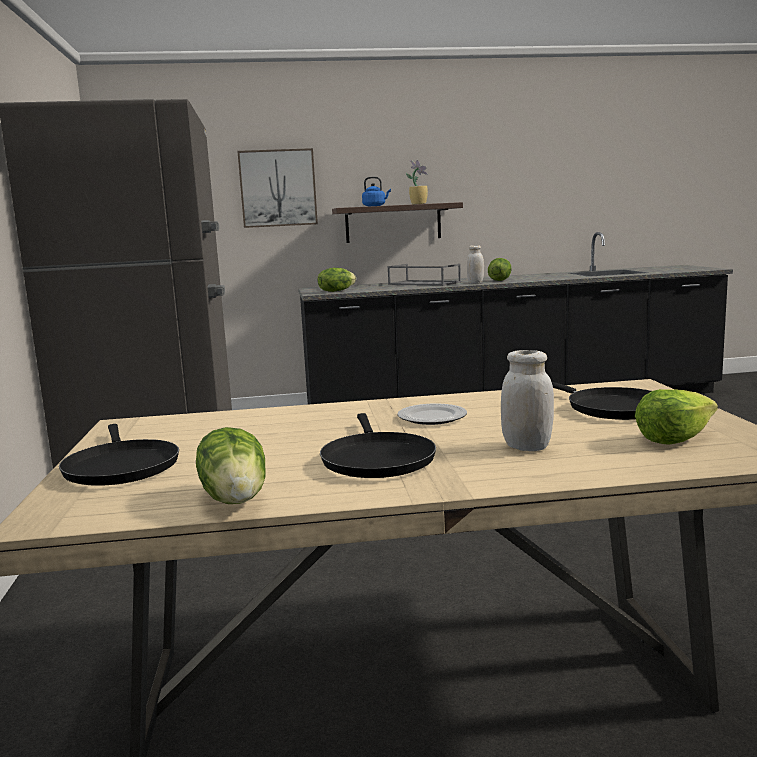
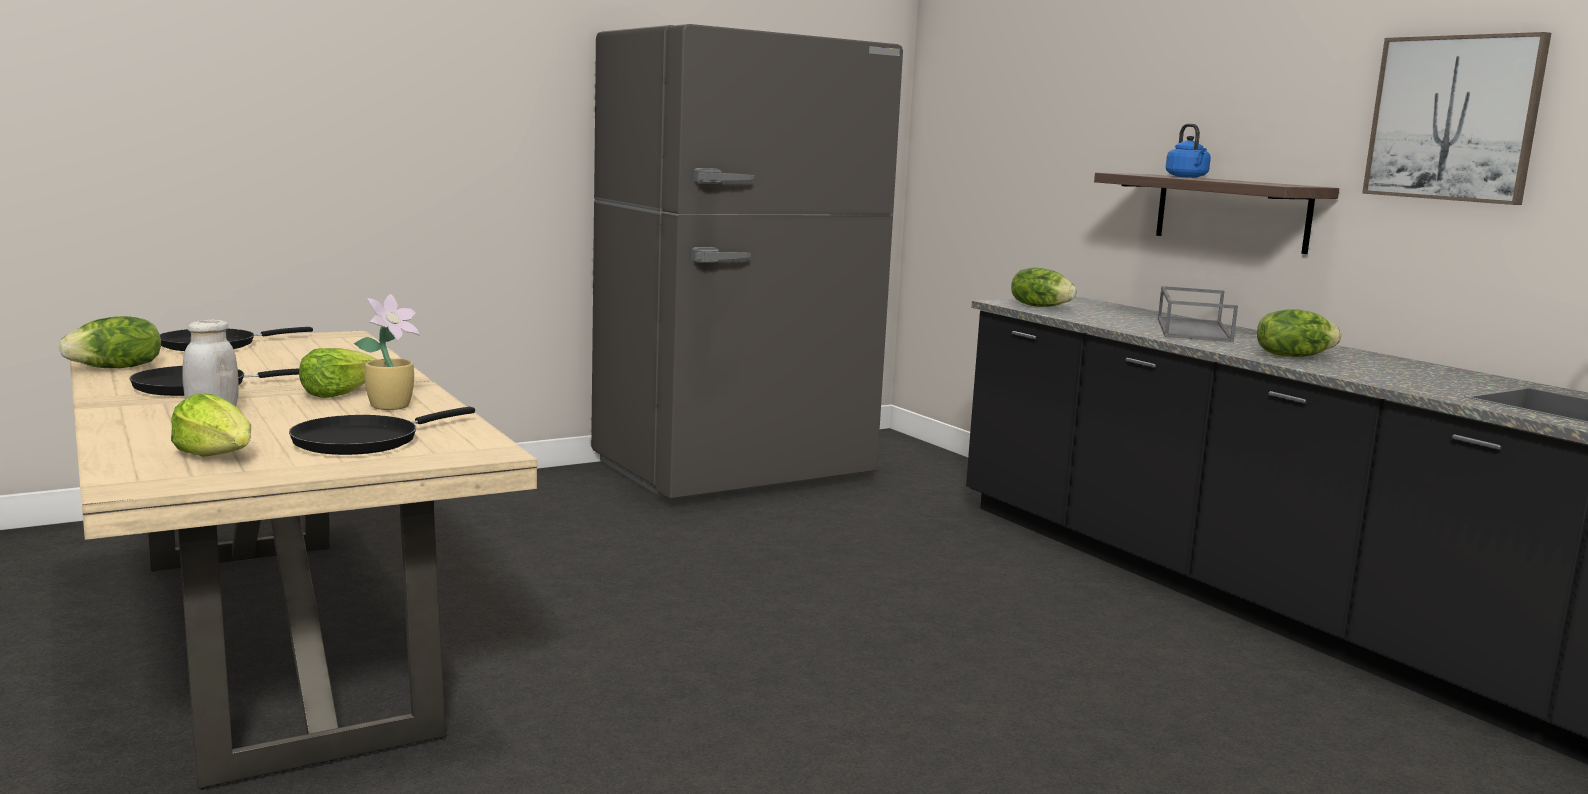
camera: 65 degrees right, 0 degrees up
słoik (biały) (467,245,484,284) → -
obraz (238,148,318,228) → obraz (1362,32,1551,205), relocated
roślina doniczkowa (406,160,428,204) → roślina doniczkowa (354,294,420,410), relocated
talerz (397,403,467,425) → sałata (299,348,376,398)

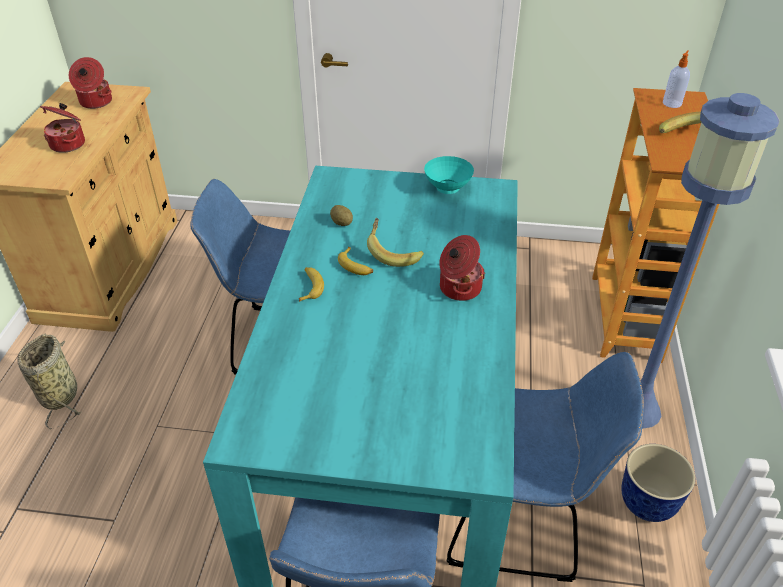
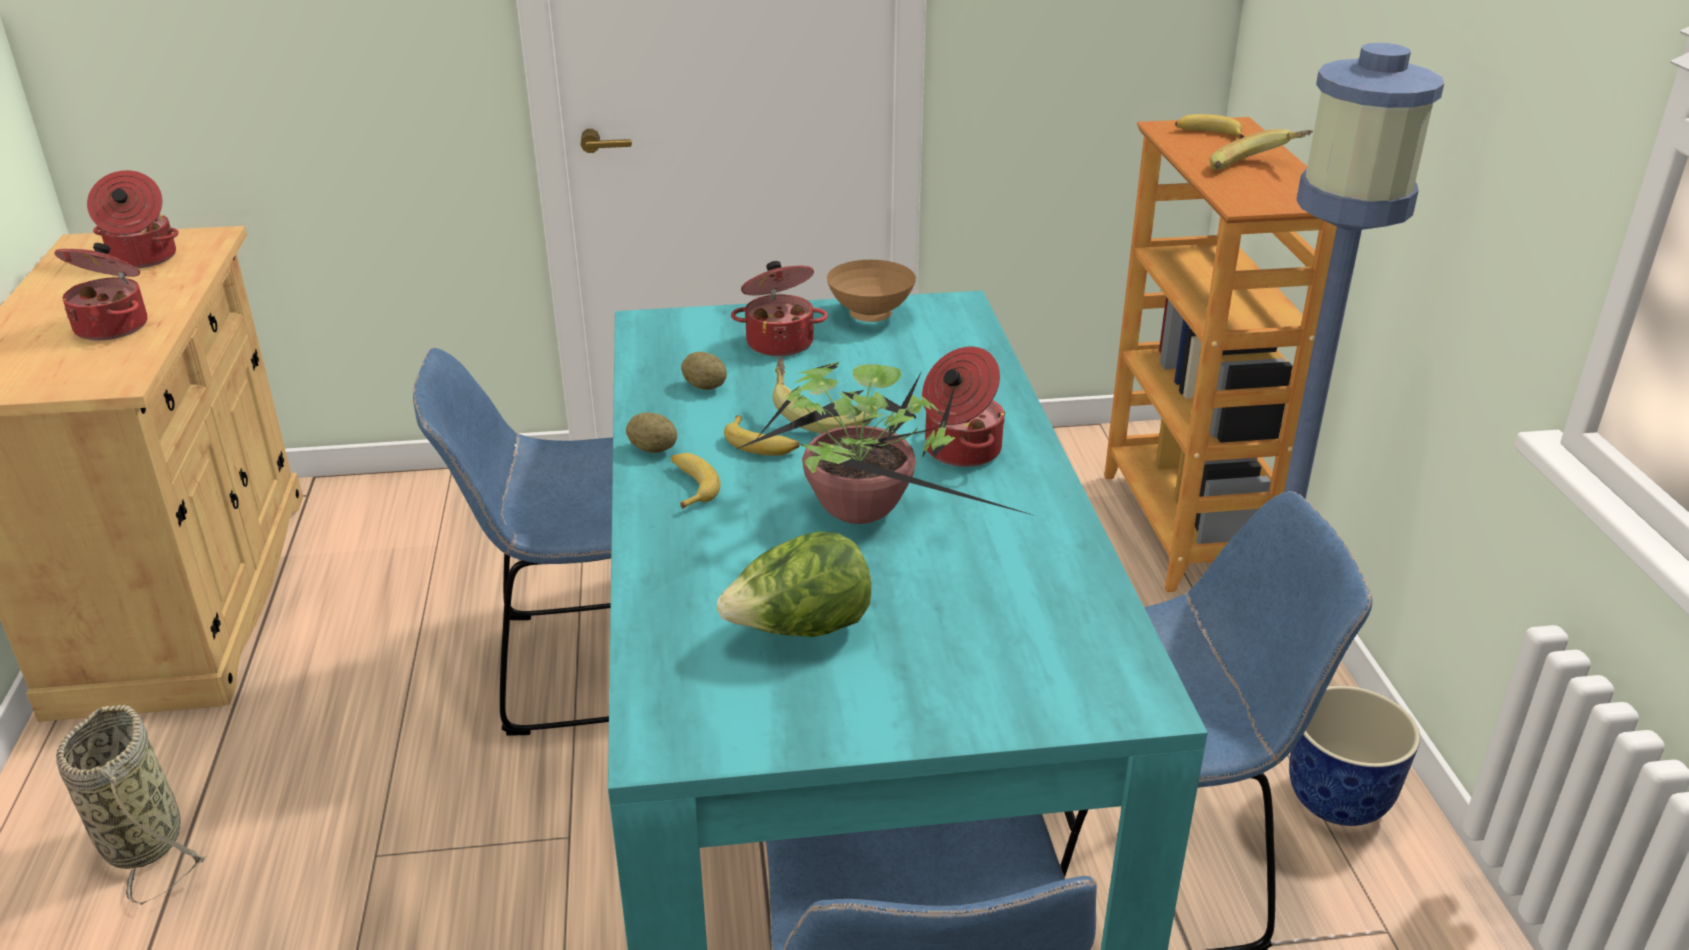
camera: 15 degrees left, 10 degrees down
- → ziemniak (626,412,677,453)
- → sałata (717,531,871,637)
- → garnek (731,261,828,357)
- → roślina doniczkowa (737,362,1035,524)
dozownik mydła (663,50,690,108) → banan (1175,114,1244,139)
miska (turkusowy) (424,156,474,194) → miska (brązowy) (827,260,916,322)

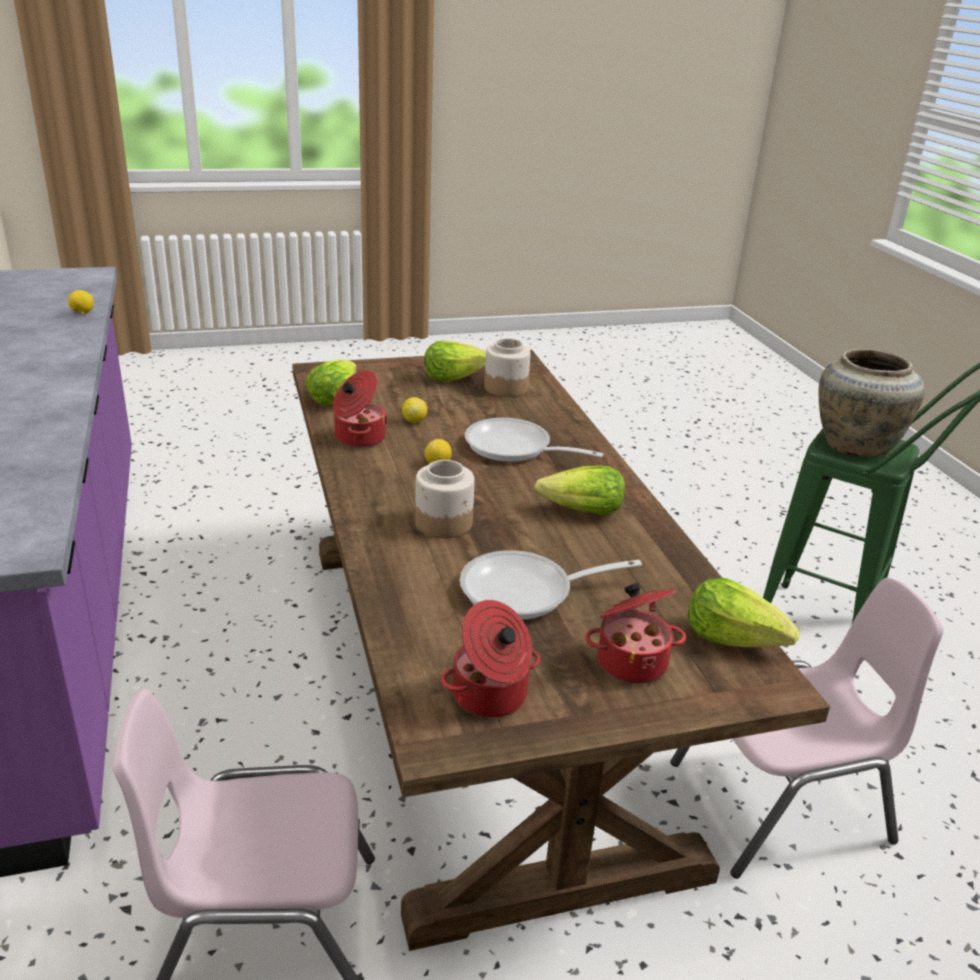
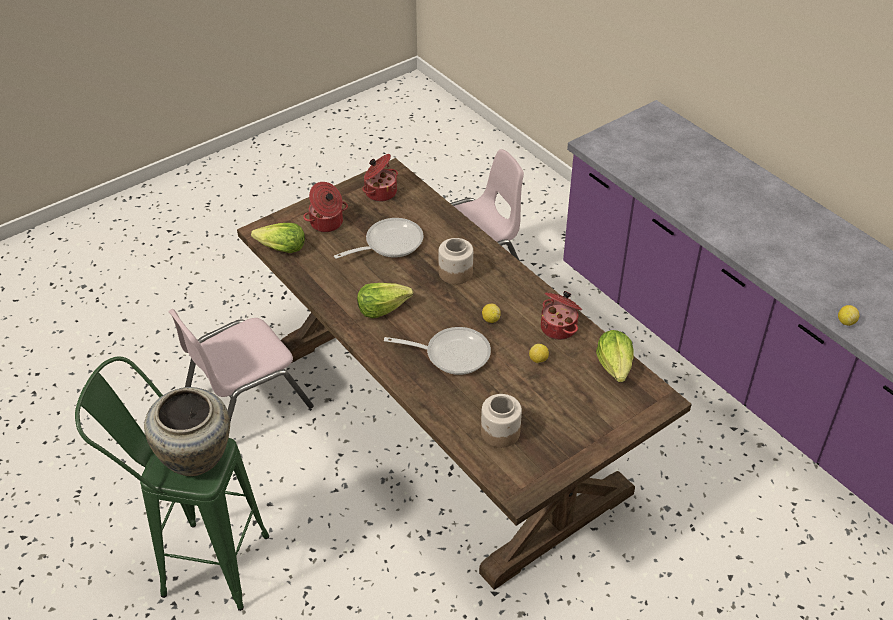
camera: 160 degrees right, 15 degrees up
sałata (424,341,486,382) → -

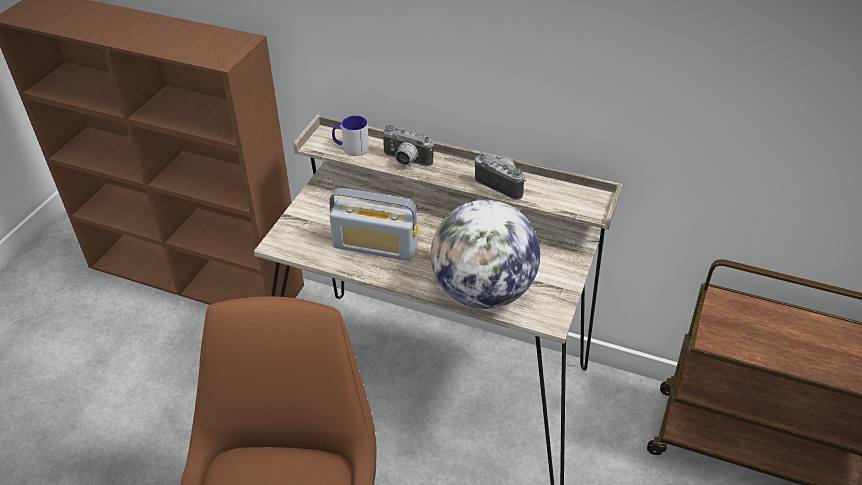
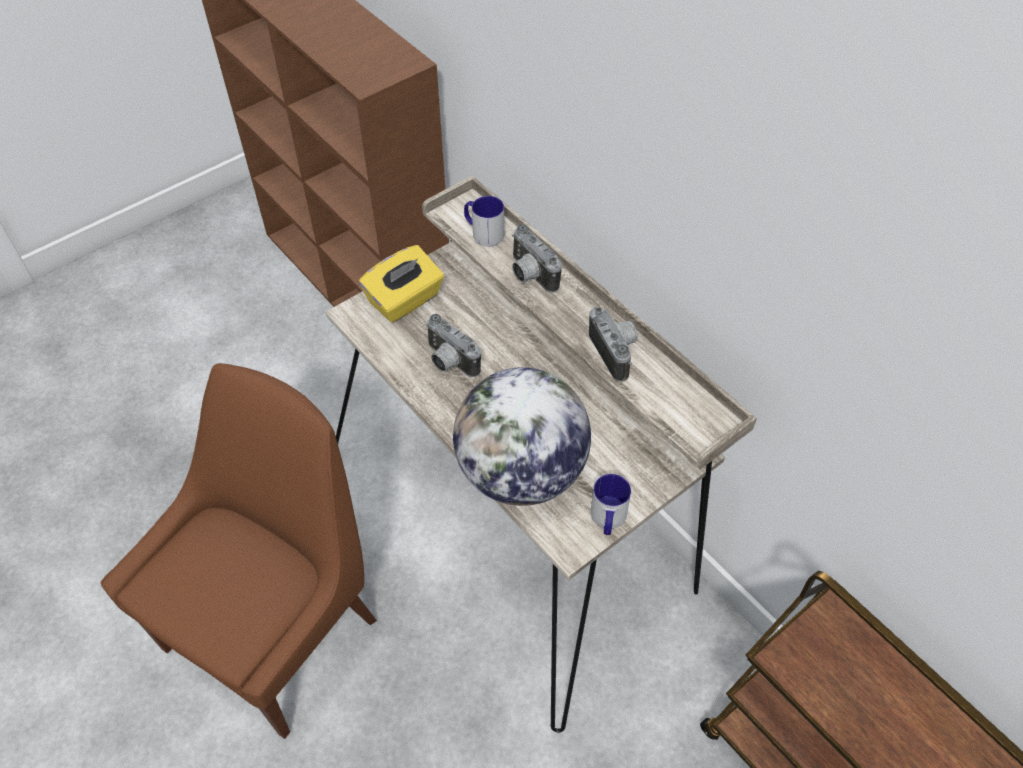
camera: 30 degrees right, 10 degrees up
- → pudełko chusteczek (żółty) (359,245,444,323)
- → kubek (591,474,631,535)
radio (329,188,418,261) → aparat fotograficzny (425,314,481,377)

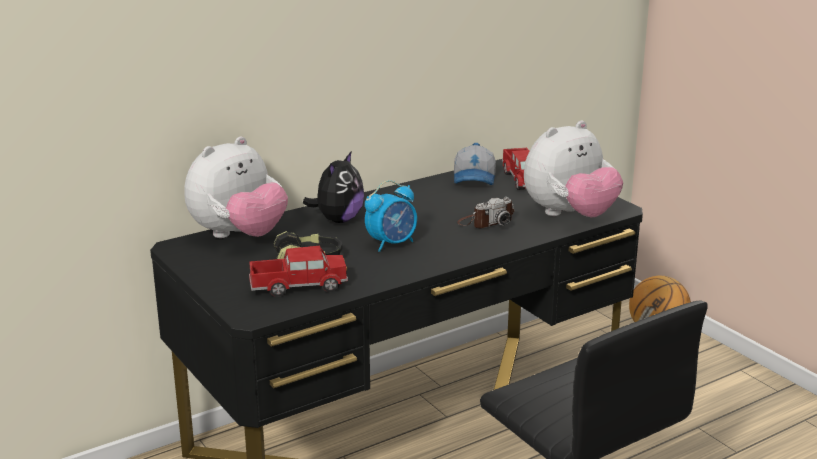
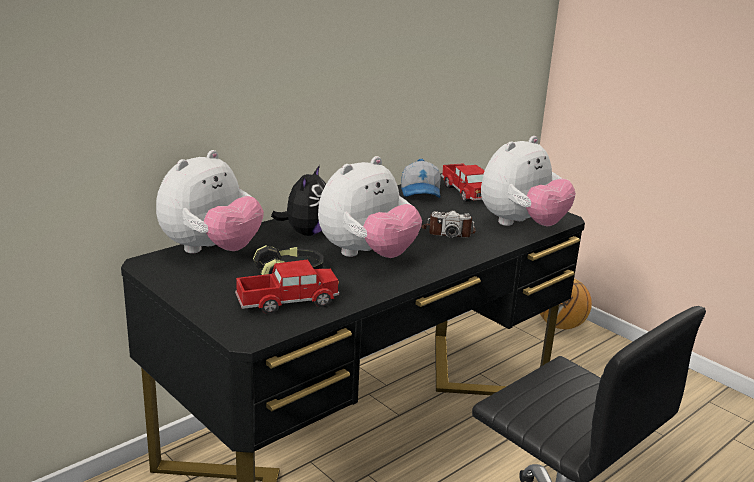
camera: 10 degrees left, 0 degrees up
budzik (365,180,417,252) → pluszak (318,156,422,258)
aparat fotograficzny (457,197,515,228) → aparat fotograficzny (421,210,476,238), 45 degrees clockwise

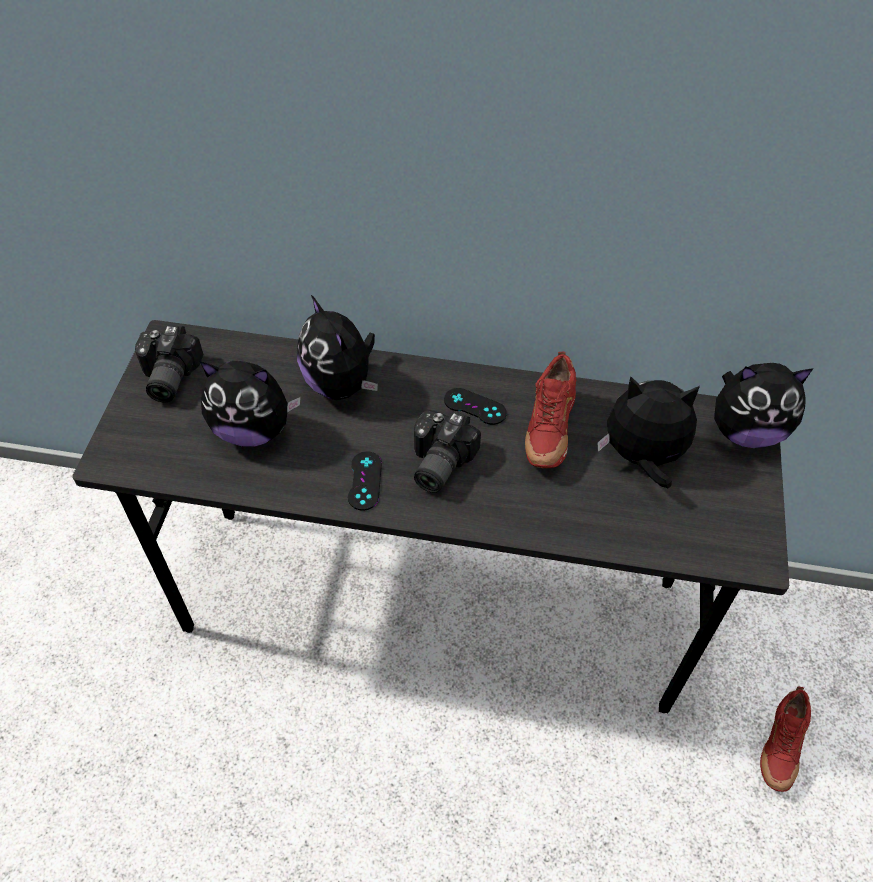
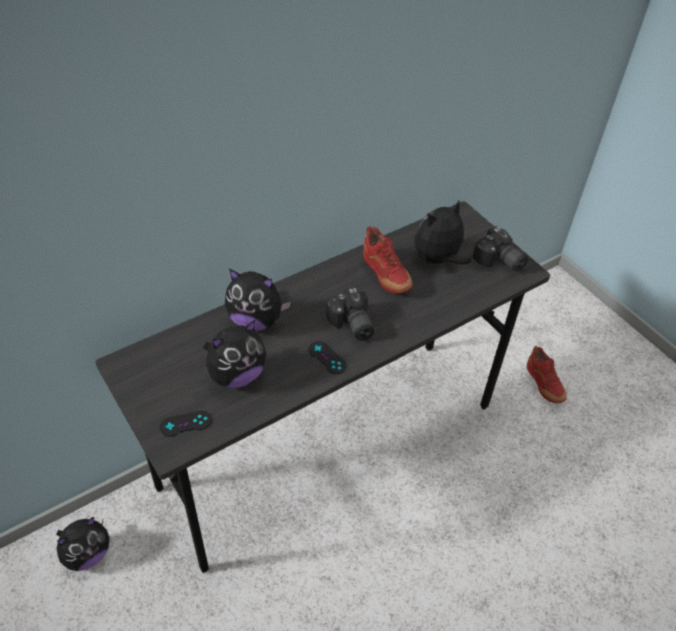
camera: 45 degrees left, 5 degrees down
aparat fotograficzny (135,325,203,402) → aparat fotograficzny (472,226,528,271), relocated
pad do gier (czarny) (444,388,507,425) → pad do gier (czarny) (160,411,212,437), relocated
pluszak (714,363,814,448) → pluszak (56,517,109,571), relocated

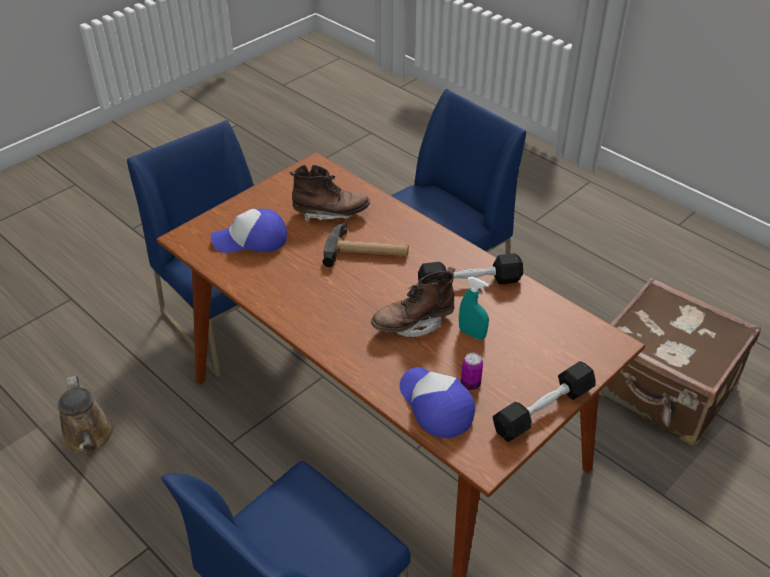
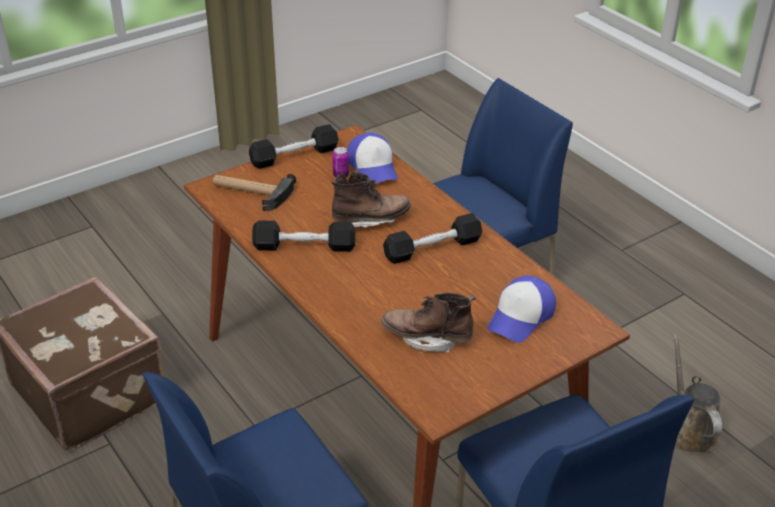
camera: 170 degrees left, 5 degrees down
spryskiwacz (turkusowy) (459,277,489,340) → -
- → hantel (czarny) (383,213,482,264)
młotek (323,223,409,267) → młotek (213,174,296,211), relocated
czapka z daszkiem (211,208,287,253) → czapka z daszkiem (488,276,556,343), 120 degrees clockwise

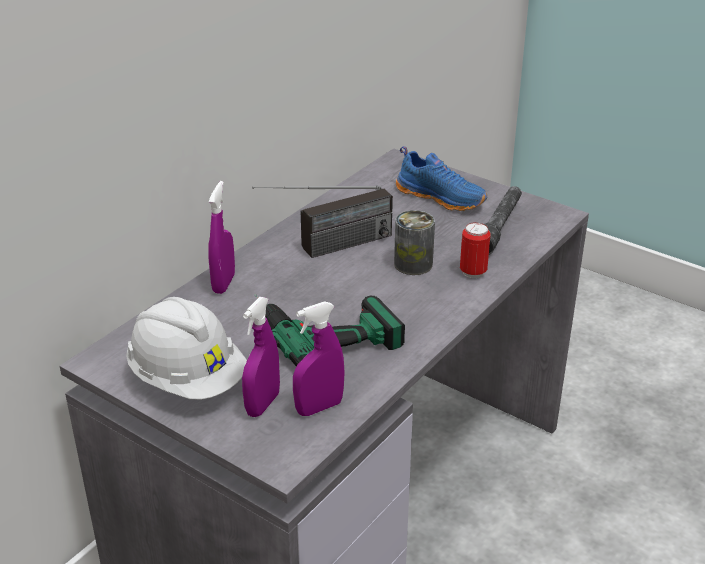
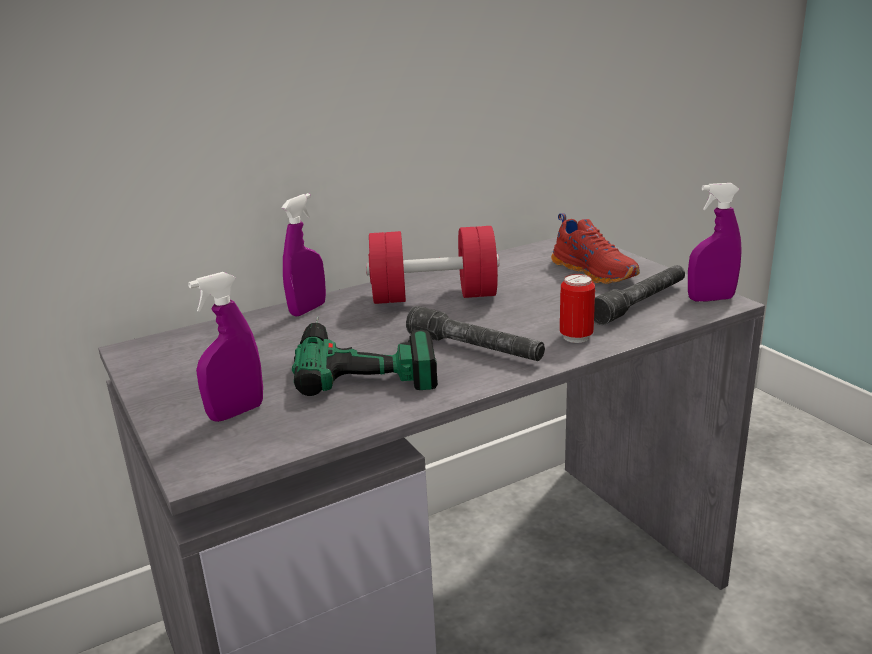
camera: 25 degrees right, 10 degrees down
kask (biały) (126,297,247,400) → -
puszka (394,210,435,275) → -
- → latarka (szary) (406,306,545,361)
spryskiwacz (fioletowy) (293,301,345,416) → spryskiwacz (fioletowy) (688,183,742,302), relocated
radio (252,186,393,258) → hantel (czerwony) (366,226,499,304)
but (niebieski) (396,146,487,211) → but (czerwony) (551,213,640,284)

